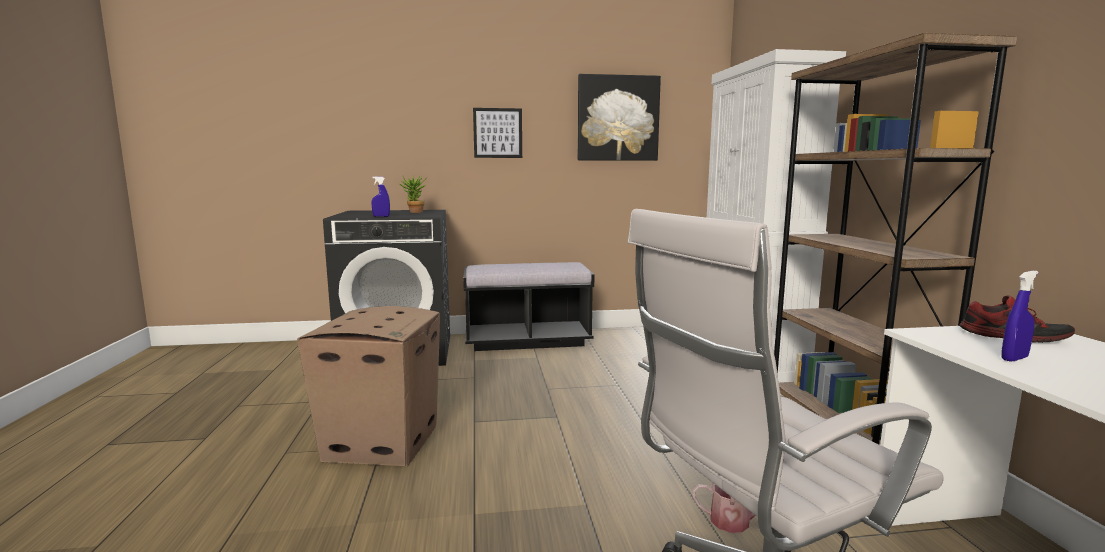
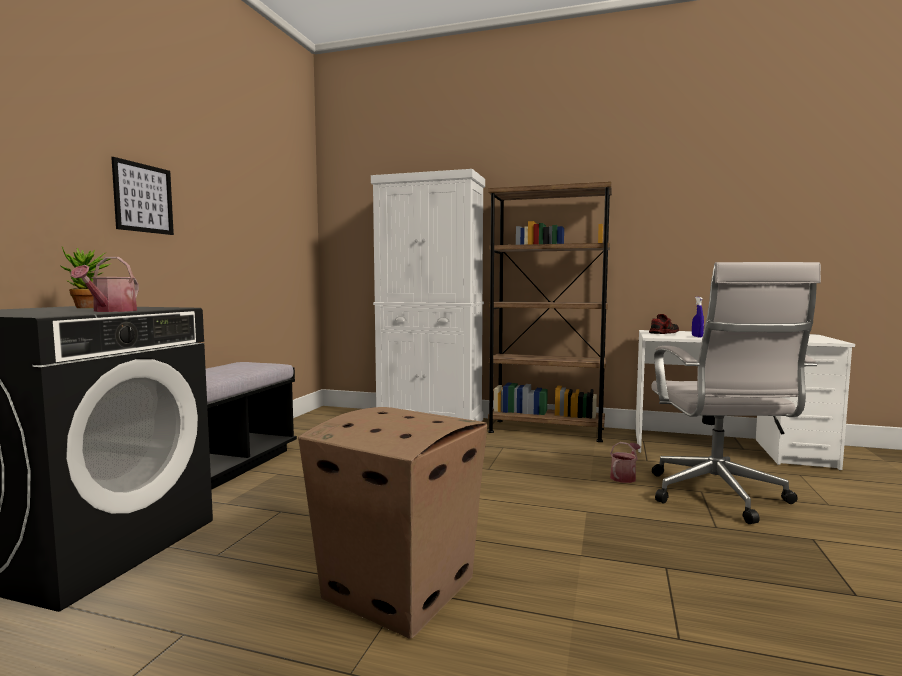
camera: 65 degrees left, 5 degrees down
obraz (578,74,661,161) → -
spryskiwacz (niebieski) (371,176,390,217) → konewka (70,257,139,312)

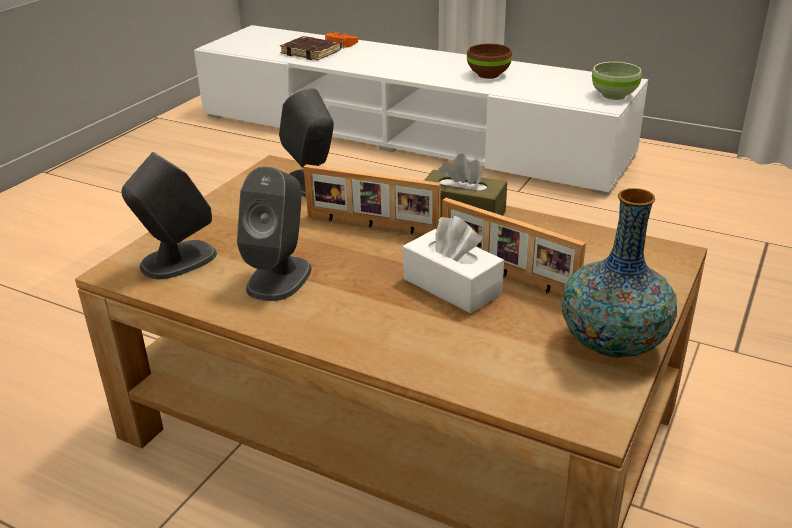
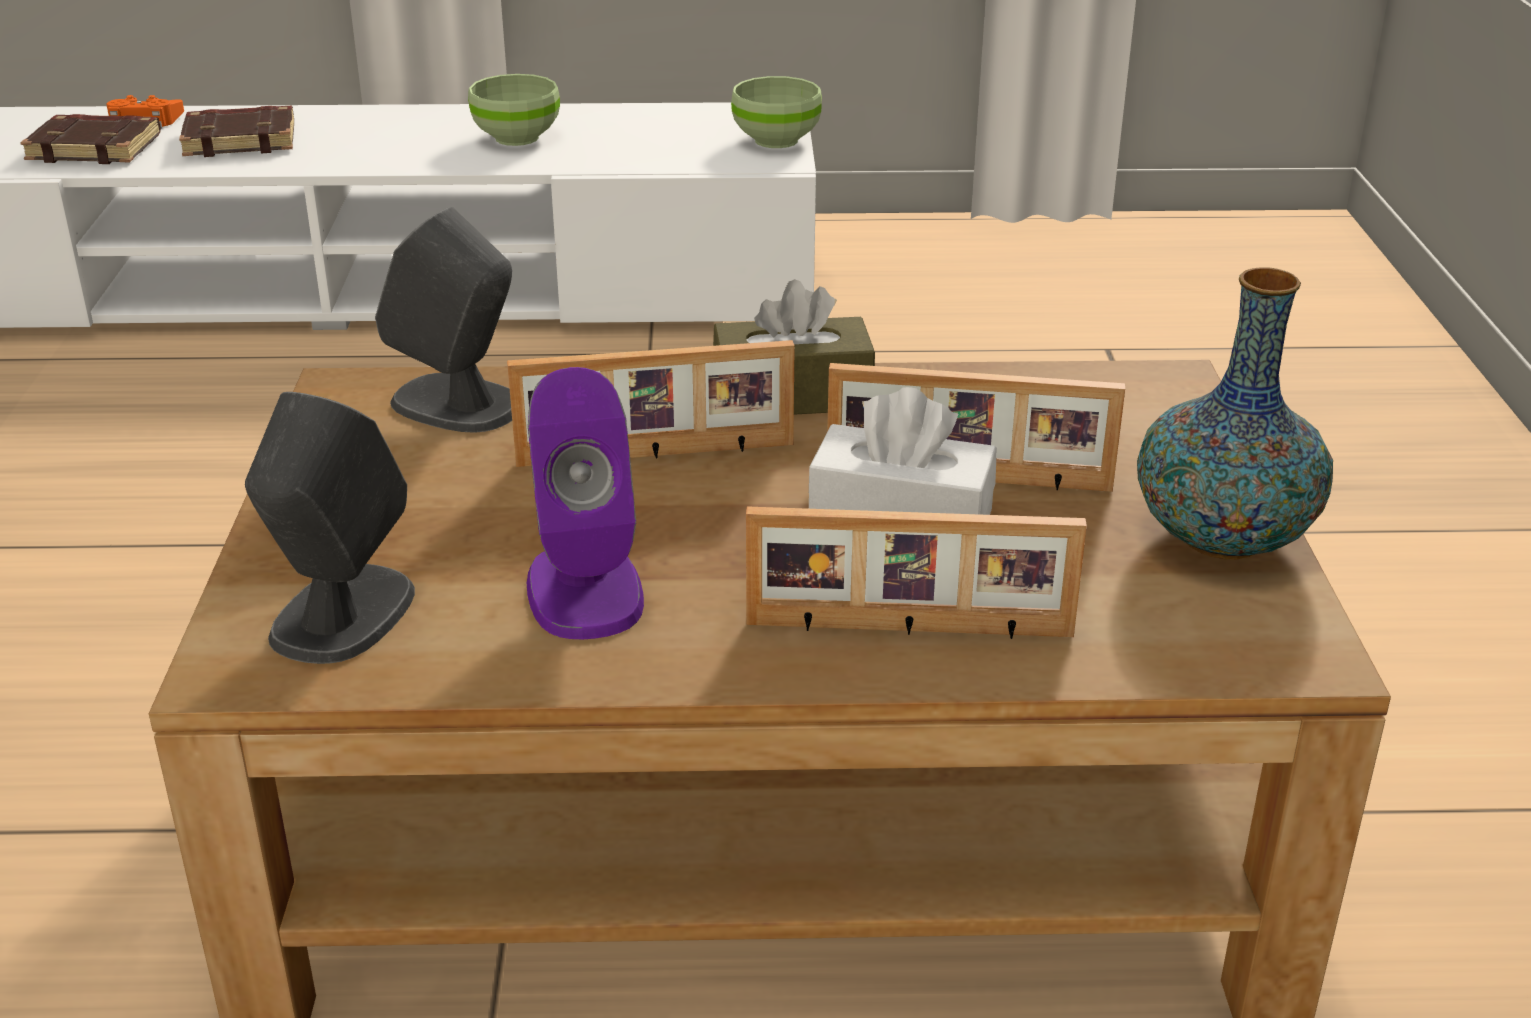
camera: 30 degrees left, 0 degrees up
- → książka (brązowy) (179,106,294,157)
- → ramka na zdjęcie (746,506,1087,639)
głośnik (szary) (237,166,312,301) → głośnik (fioletowy) (527,367,644,639)
miska (brązowy) (467,43,512,79) → miska (zielony) (468,74,560,146)

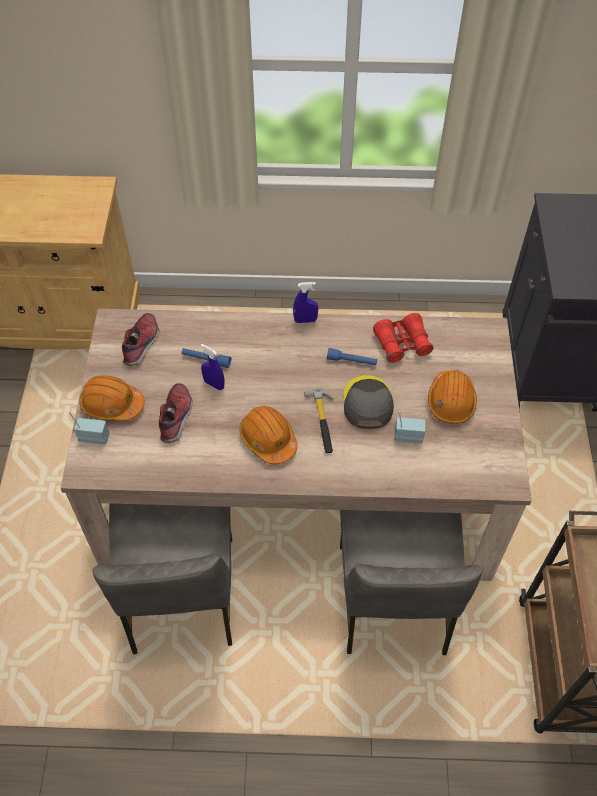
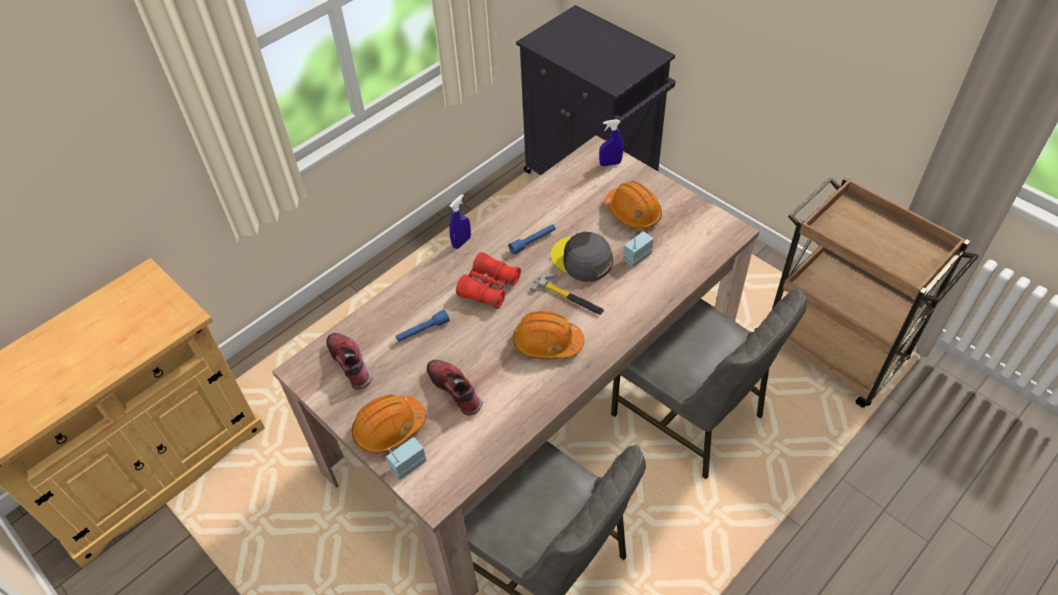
camera: 45 degrees left, 5 degrees down
spryskiwacz (niebieski) (200,344,224,390) → spryskiwacz (niebieski) (599,119,623,167), relocated
lornetka (czerwony) (373,313,433,363) → lornetka (czerwony) (456,252,521,309), relocated

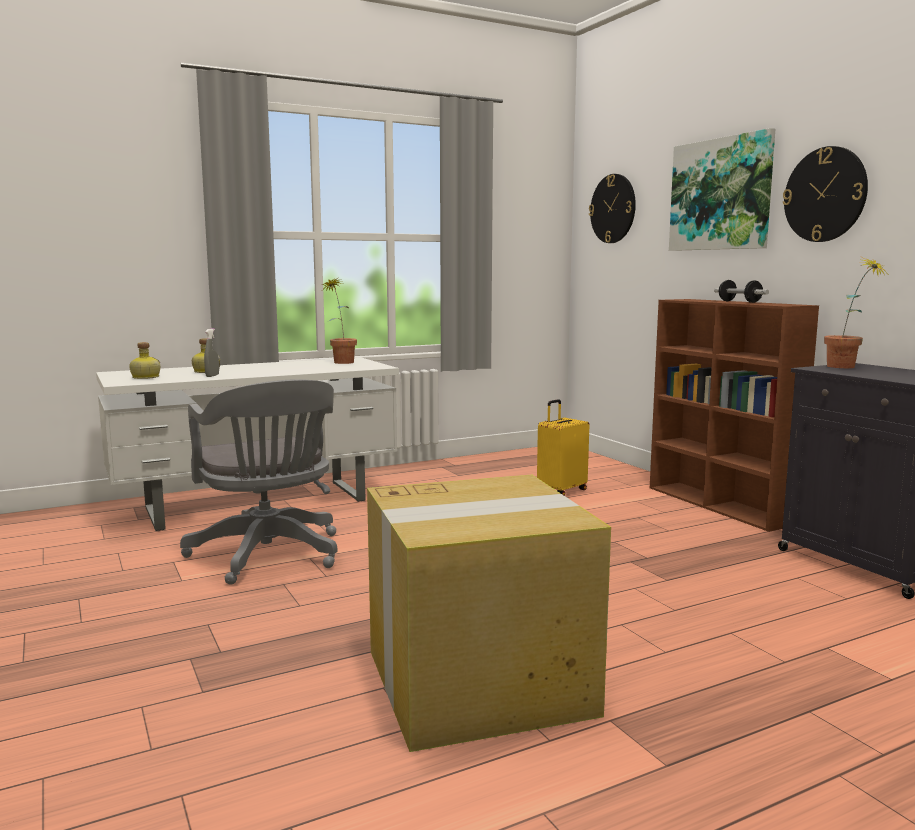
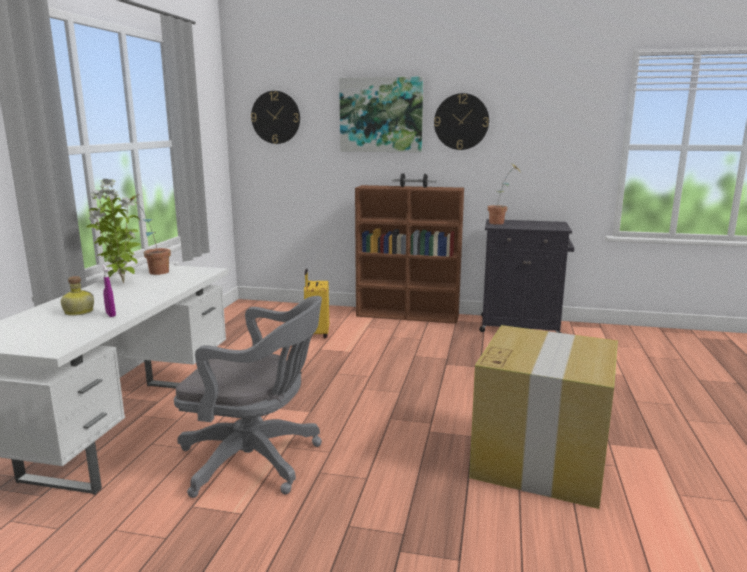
camera: 50 degrees left, 5 degrees up
butelka (129,342,160,379) → -
- → roślina doniczkowa (87,179,141,283)
spryskiwacz (szary) (204,328,219,377) → spryskiwacz (fioletowy) (102,265,116,317)

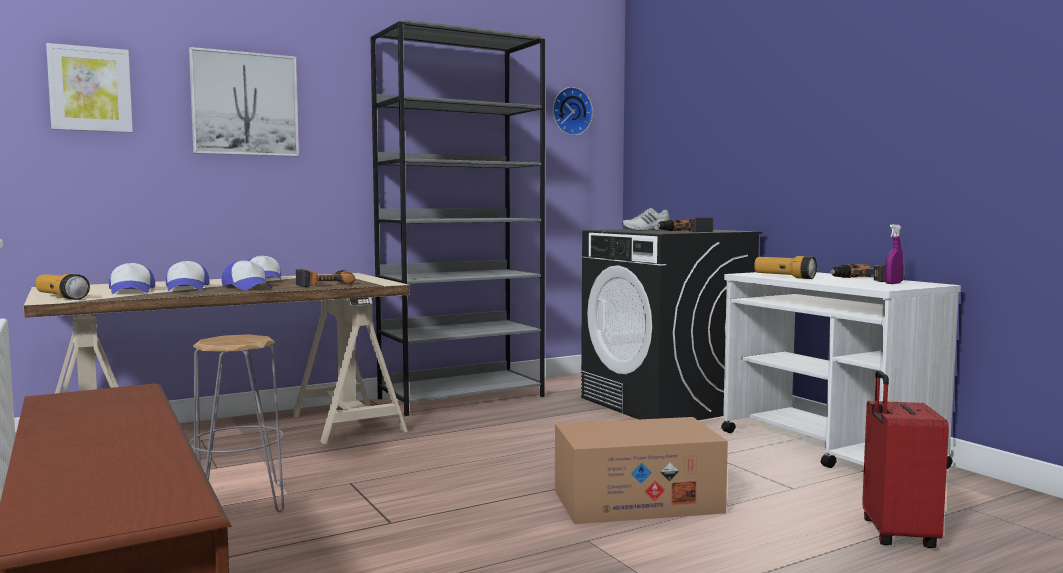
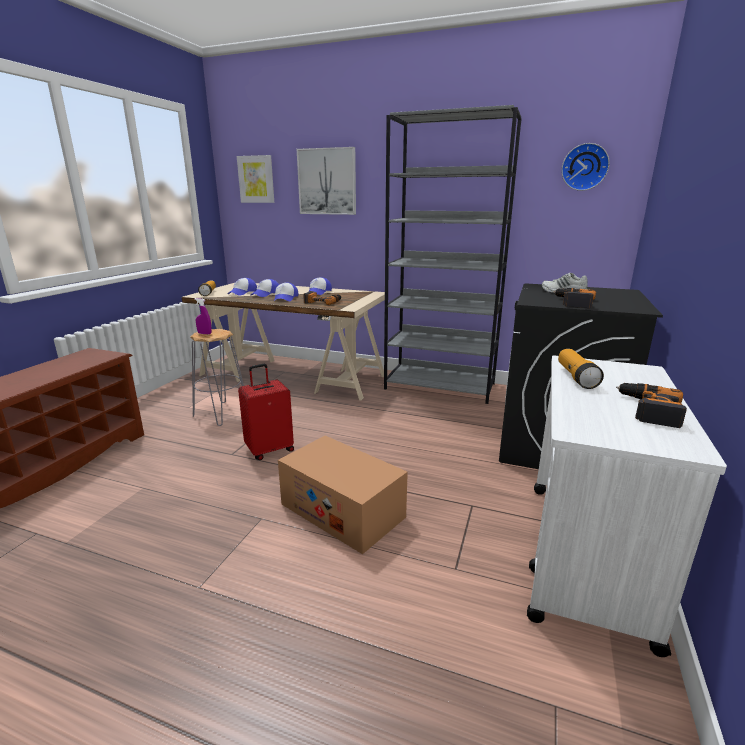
camera: 50 degrees right, 15 degrees up
walizka (czerwony) (862,370,949,548) → walizka (czerwony) (238,364,294,460), relocated
spryskiwacz (fioletowy) (885,224,903,284) → spryskiwacz (fioletowy) (194,298,212,334), relocated

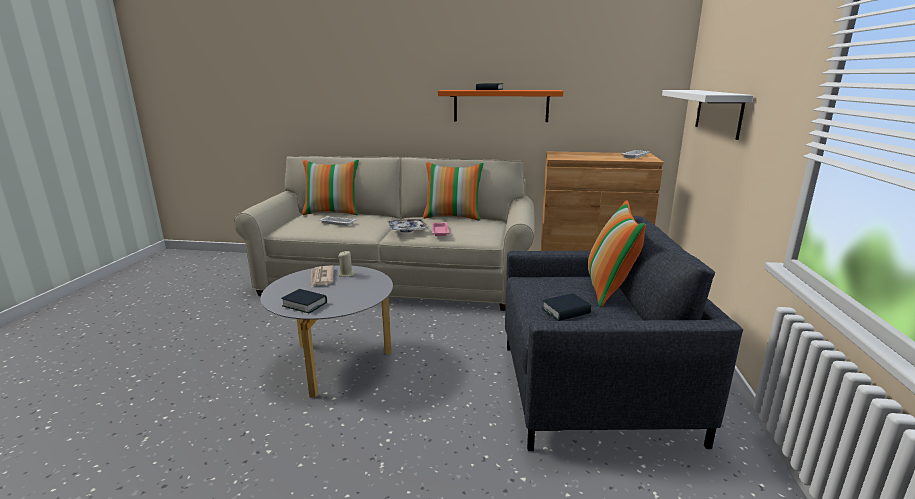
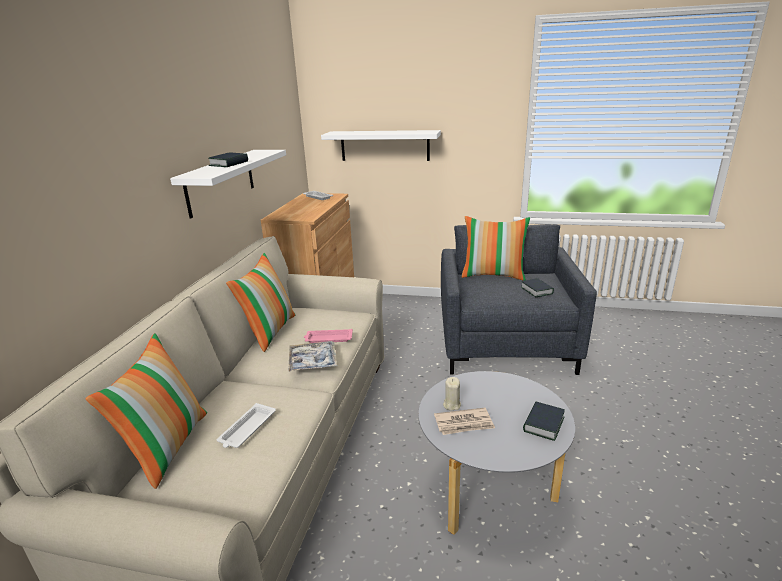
camera: 85 degrees left, 5 degrees up
półka (pomarańczowy) (438,90,564,122) → półka (biały) (170,150,286,219)

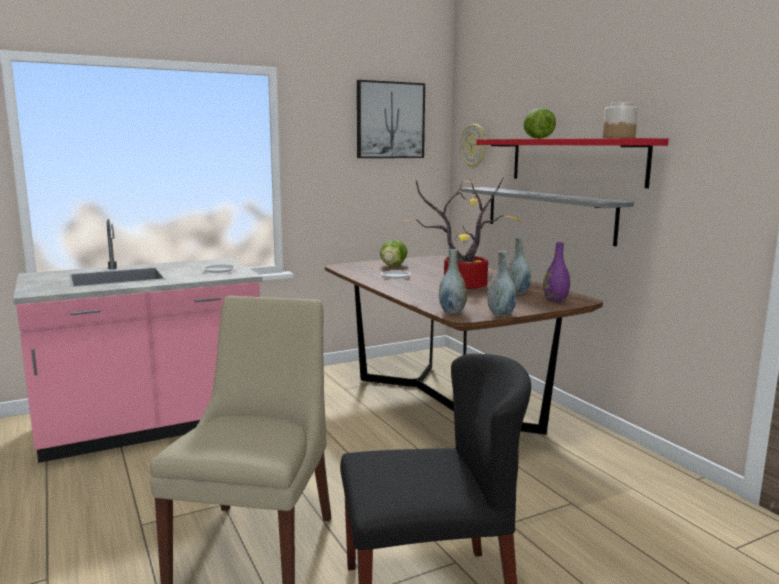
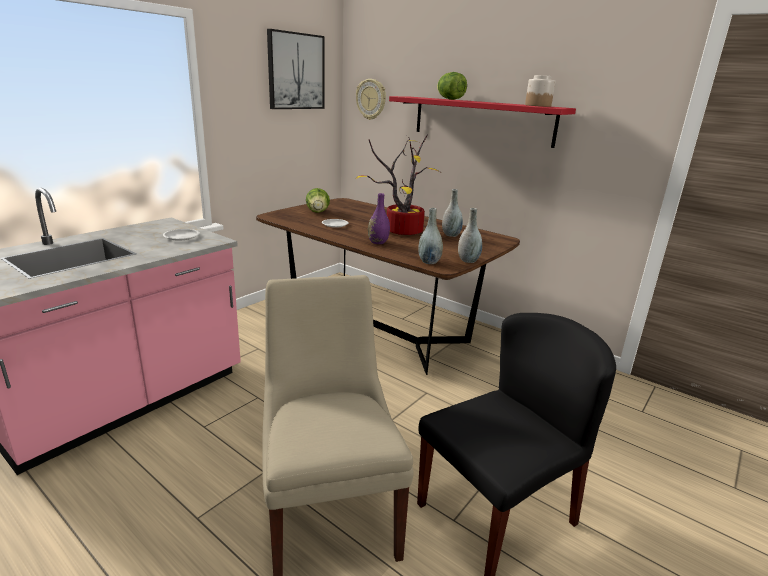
camera: 25 degrees left, 10 degrees up
półka (szary) (460,187,634,246) → -
wazon (fioletowy) (543,242,570,302) → wazon (fioletowy) (368,193,390,244), relocated

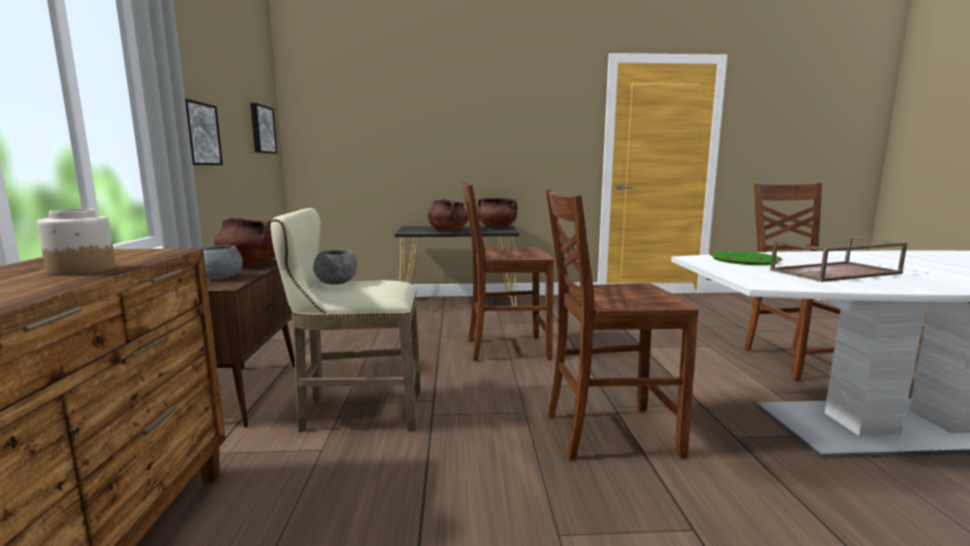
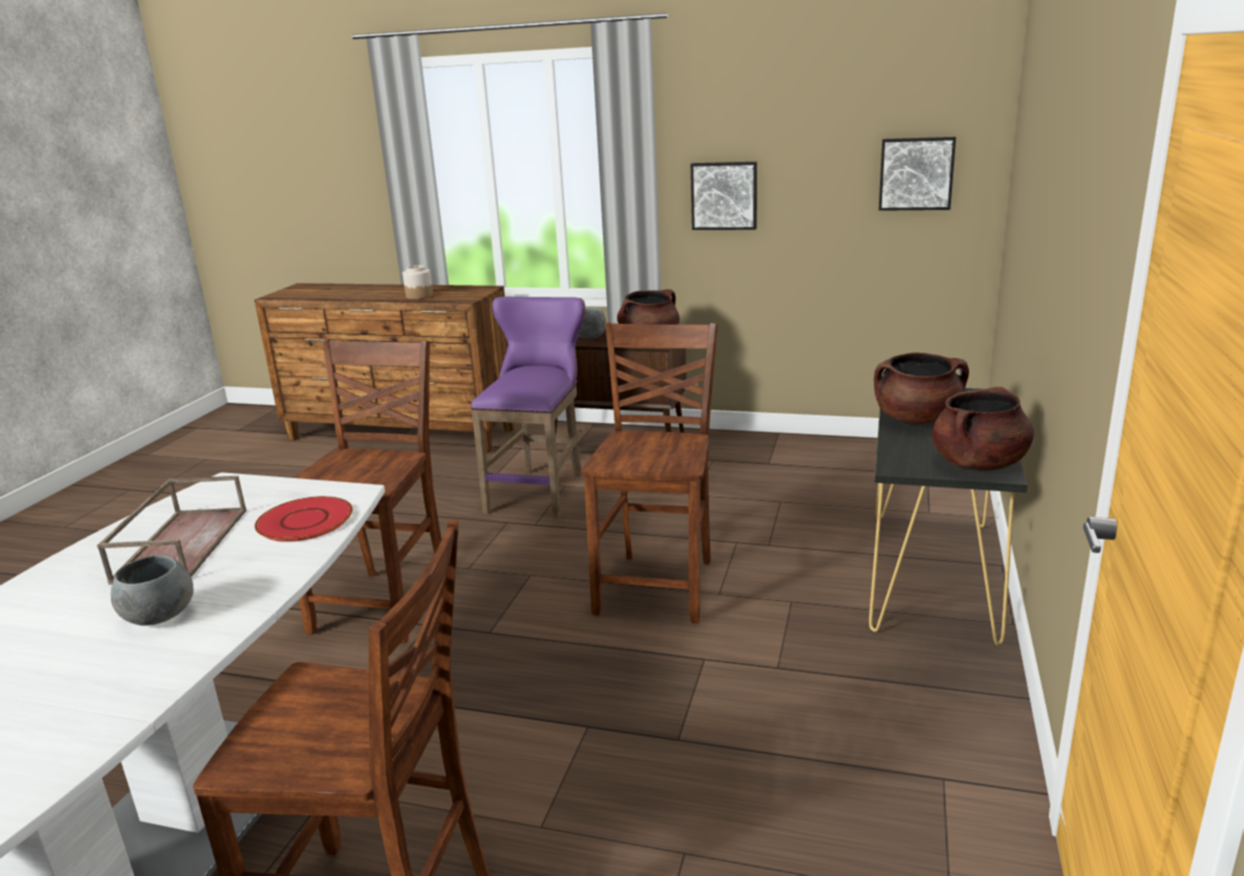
camera: 110 degrees right, 10 degrees up
miska (szary) (313,250,357,285) → miska (szary) (111,555,194,626), relocated
stołek (beżowy) (270,208,421,432) → stołek (fioletowy) (471,297,585,519)
talerz (zielony) (710,251,782,265) → talerz (czerwony) (255,496,353,542)

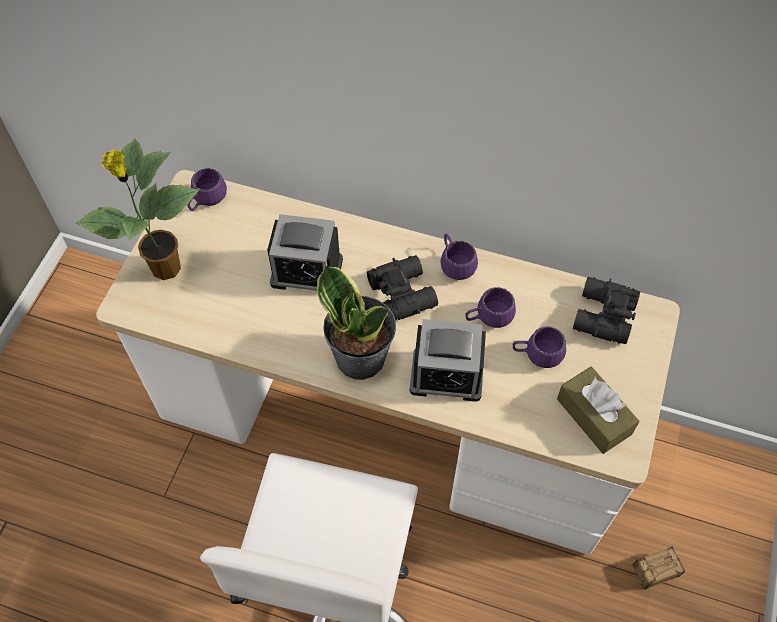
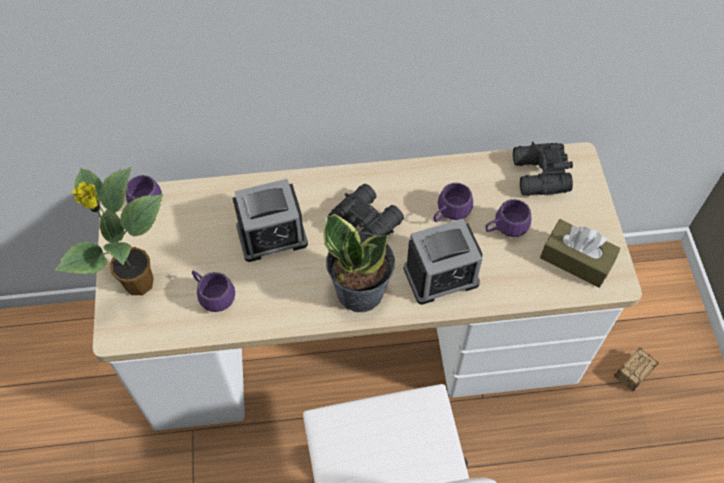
camera: 25 degrees left, 0 degrees up
kubek (fioletowy) (440,234,478,280) → kubek (fioletowy) (192,270,235,312), relocated

